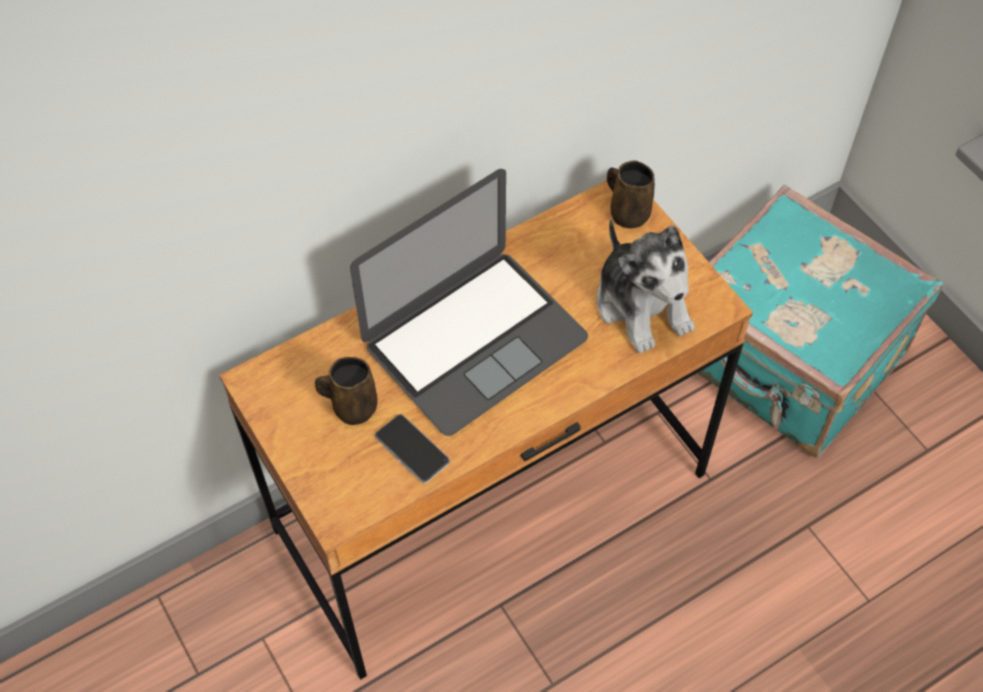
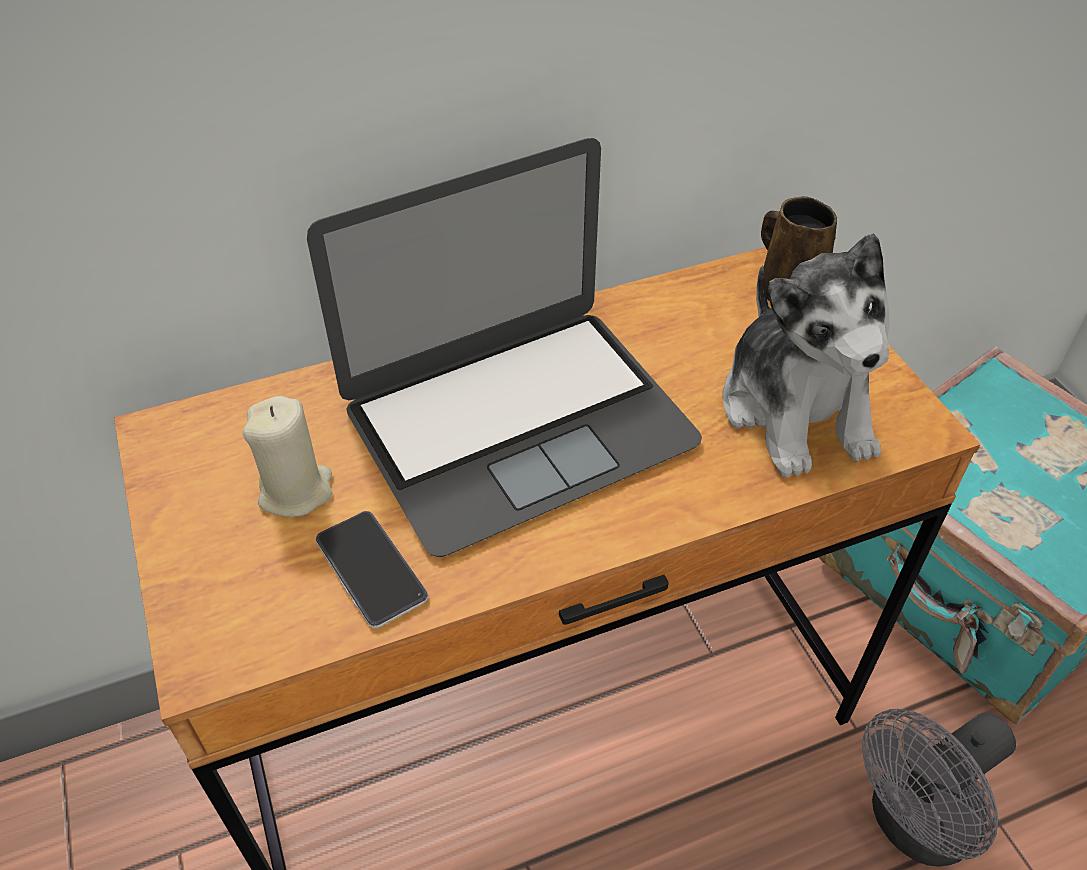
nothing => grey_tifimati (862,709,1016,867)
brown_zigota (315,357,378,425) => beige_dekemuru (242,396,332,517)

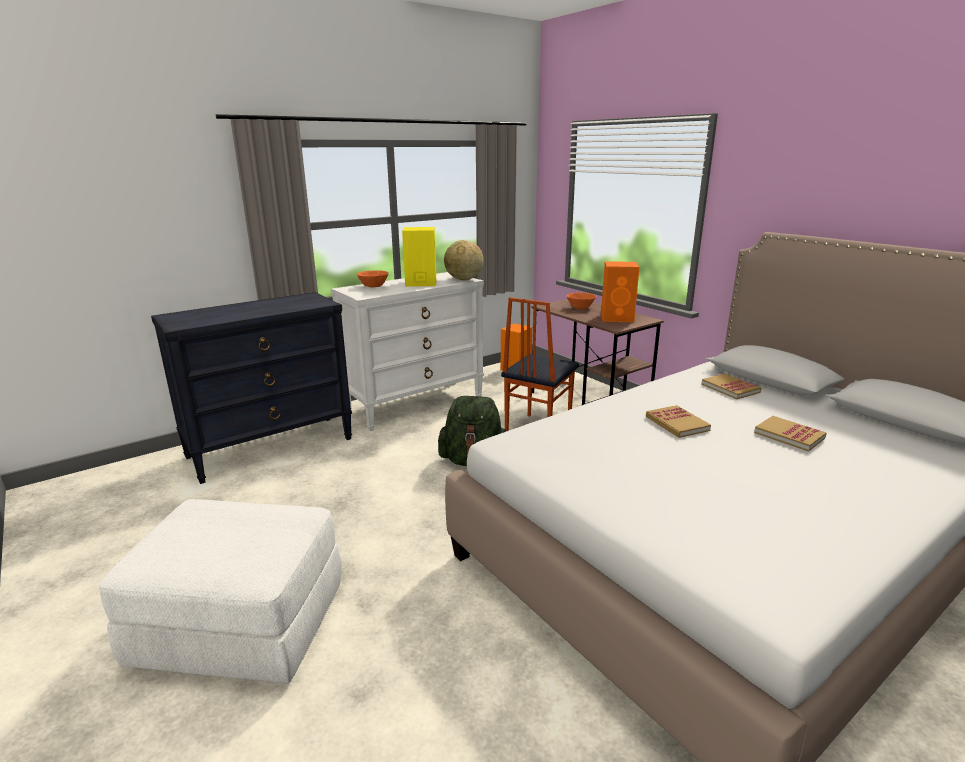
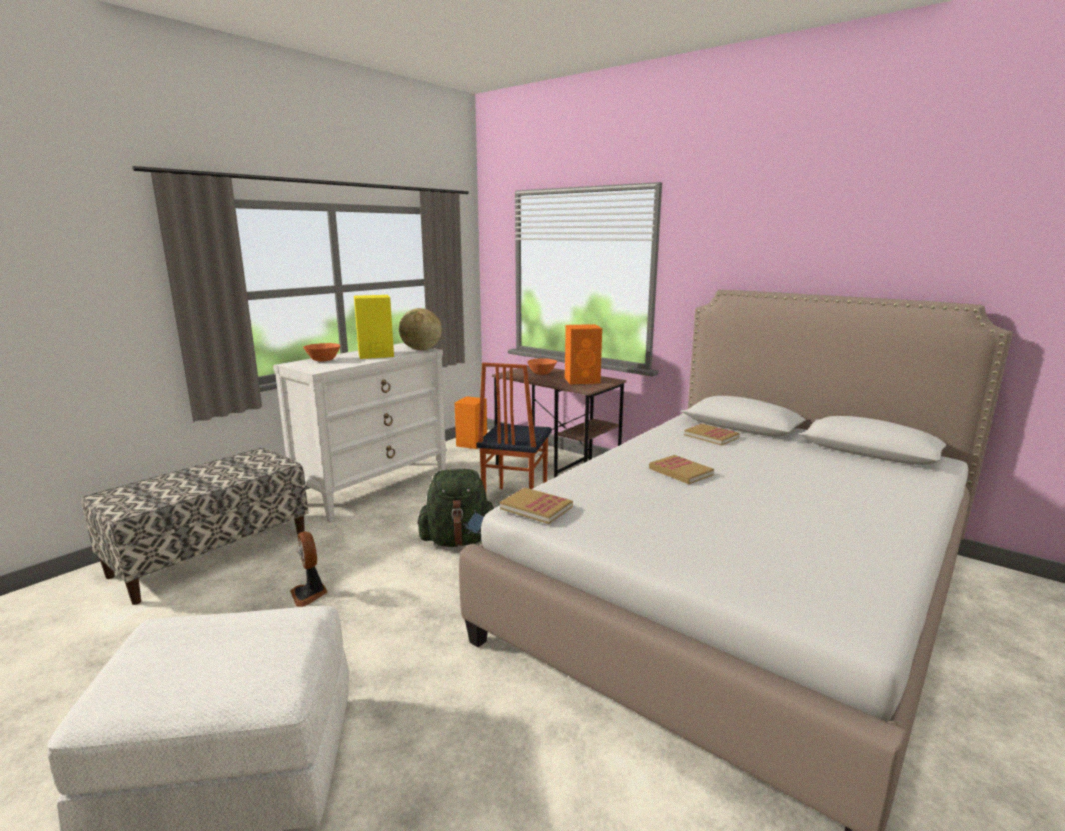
nothing => tifimati (290,531,327,607)
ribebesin (754,416,827,452) => ribebesin (500,488,573,524), move
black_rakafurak (151,292,352,484) => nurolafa (82,448,308,605)

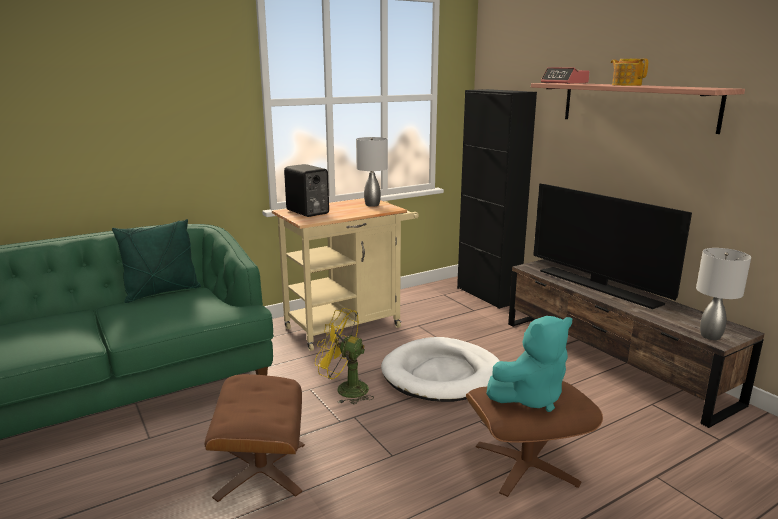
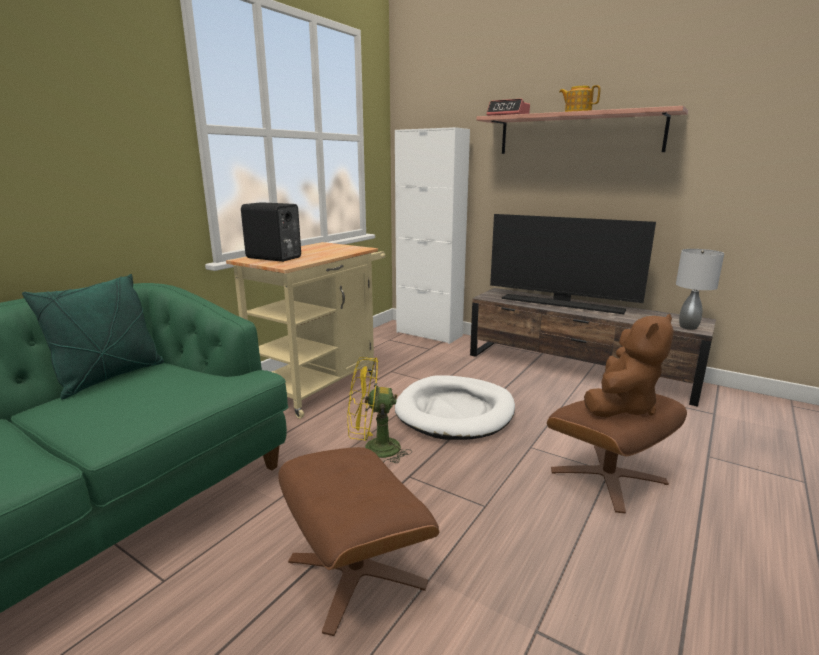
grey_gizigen (356,137,388,207) => nothing
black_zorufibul (457,89,537,309) => white_zorufibul (395,127,470,344)
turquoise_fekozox (486,316,572,412) => brown_fekozox (584,314,674,418)

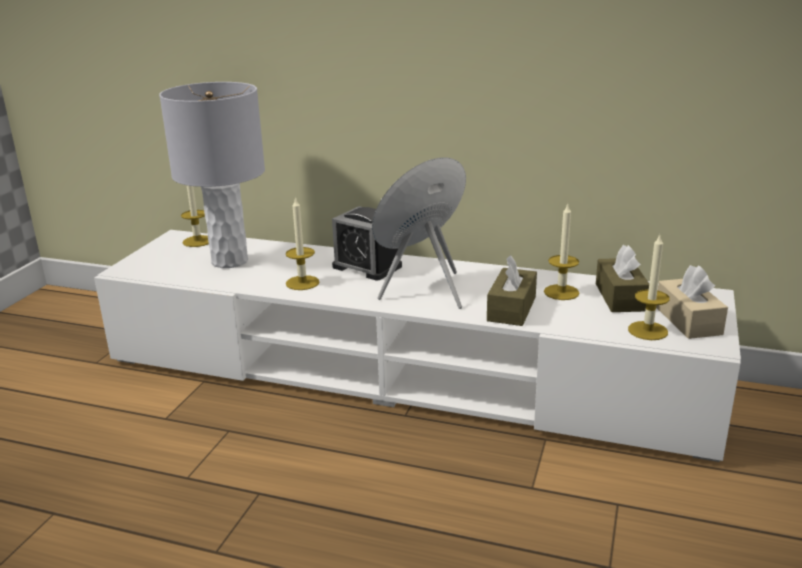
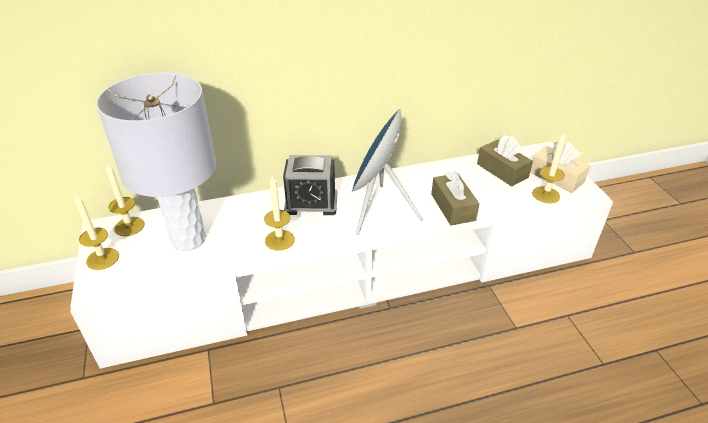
dekemuru (544,204,580,300) => dekemuru (74,193,119,270), move

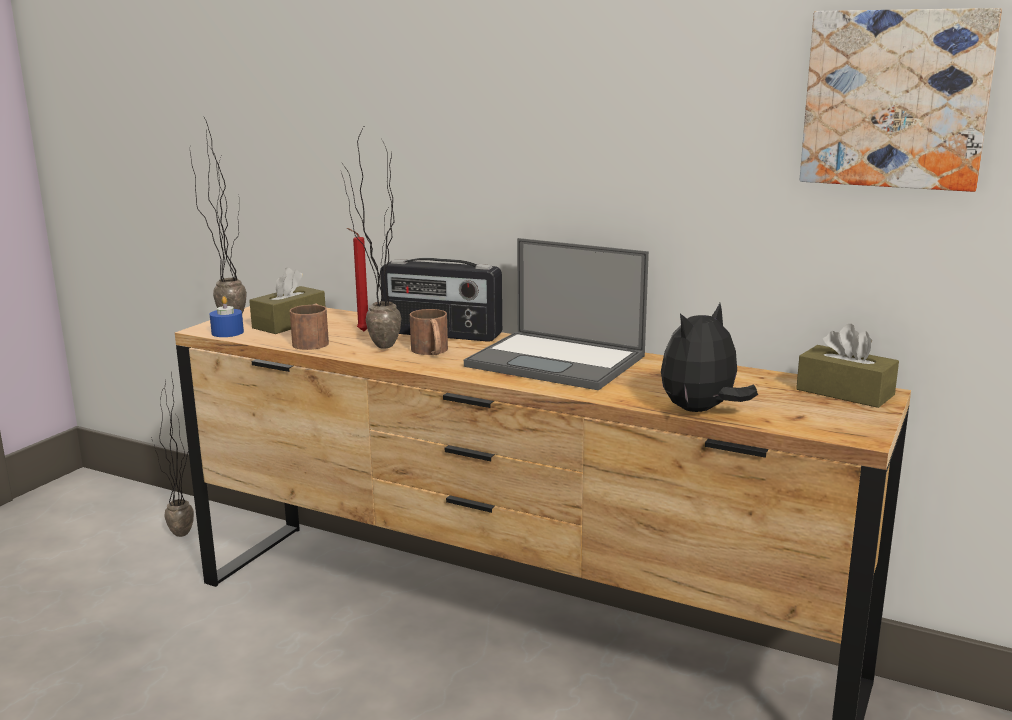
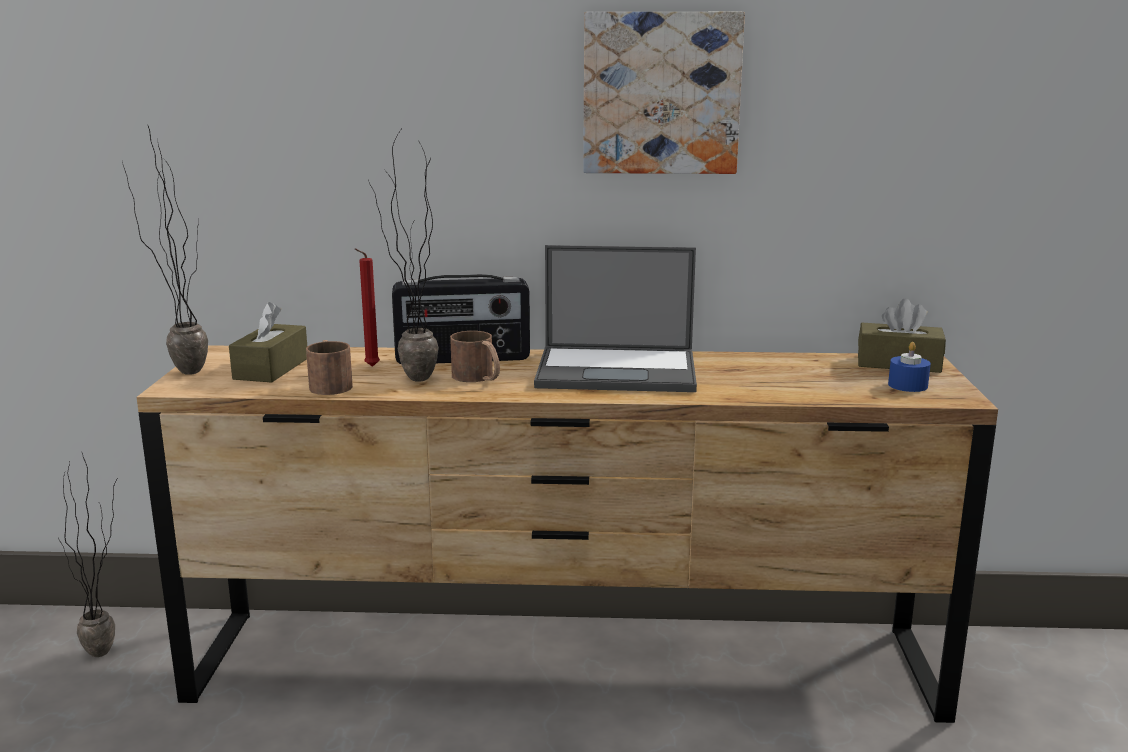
fekozox (661,303,758,412) => nothing
blue_dekemuru (210,296,244,337) => blue_dekemuru (888,342,931,392), move
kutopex (800,8,1002,192) => kutopex (583,12,745,174), move

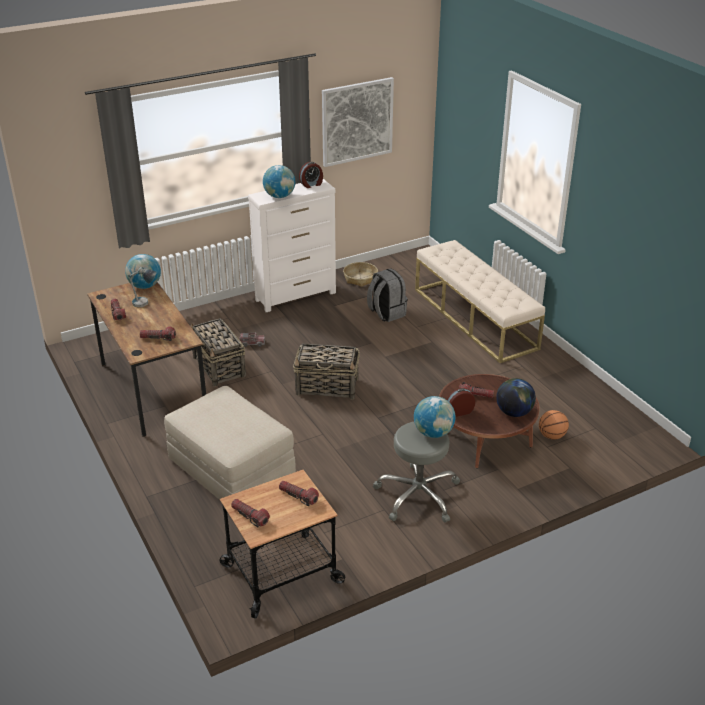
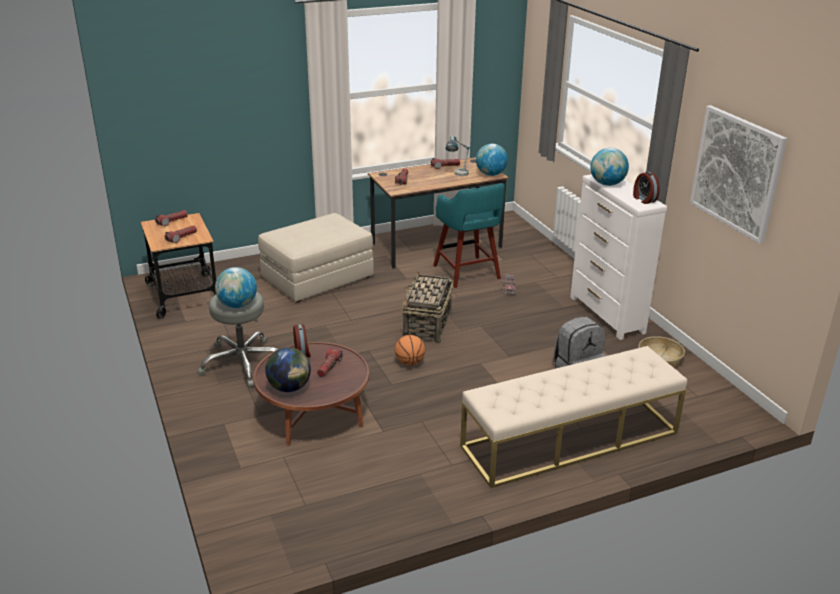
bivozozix (539,410,569,440) => bivozozix (395,335,425,365), move
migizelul (191,318,246,386) => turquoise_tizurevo (433,183,505,288)

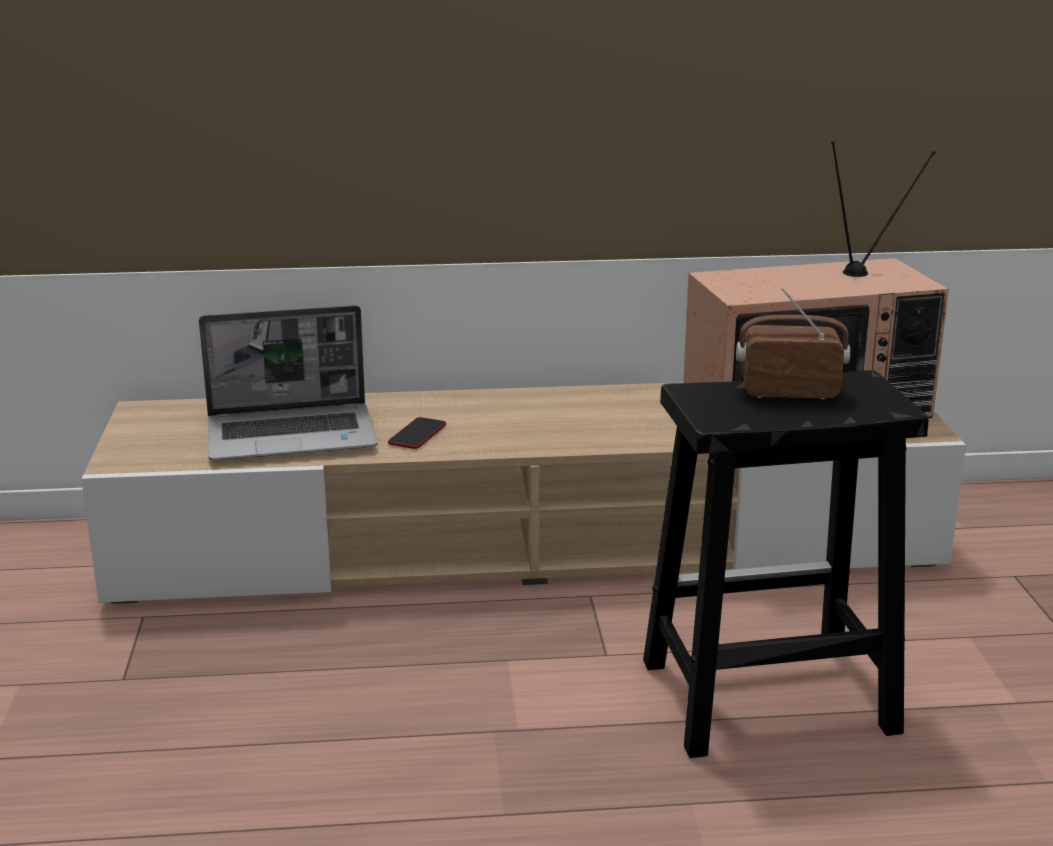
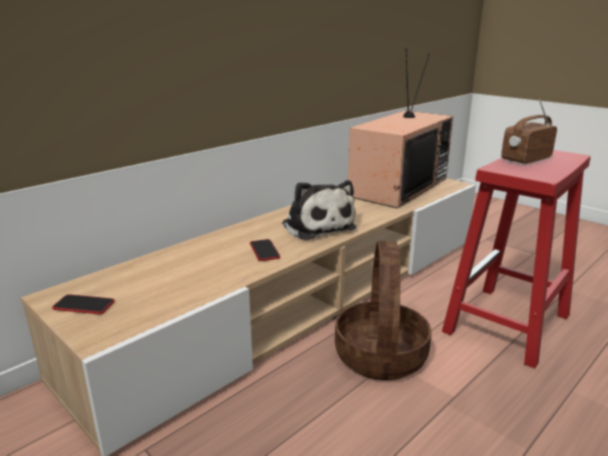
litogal (199,305,377,460) => nothing
nothing => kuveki (52,294,115,314)
nothing => fekozox (282,180,356,240)
nothing => migizelul (335,241,432,380)
black_tizurevo (643,370,928,758) => red_tizurevo (442,150,590,369)

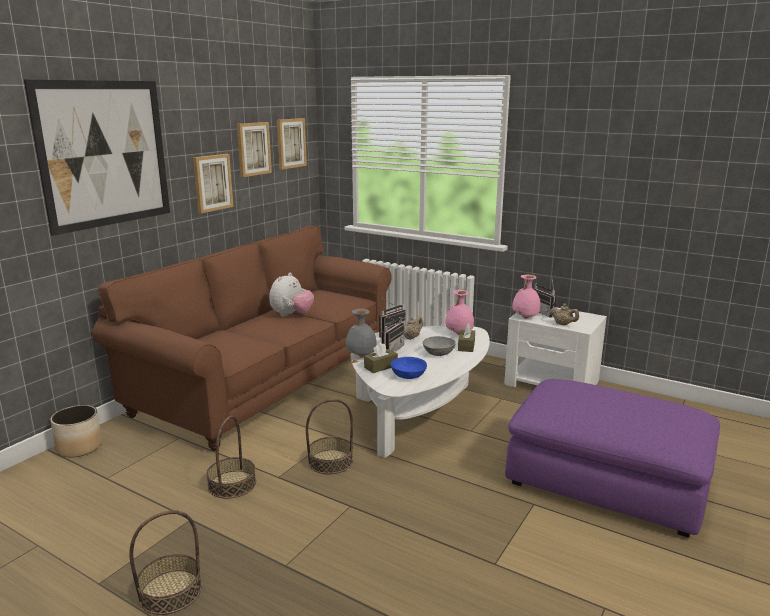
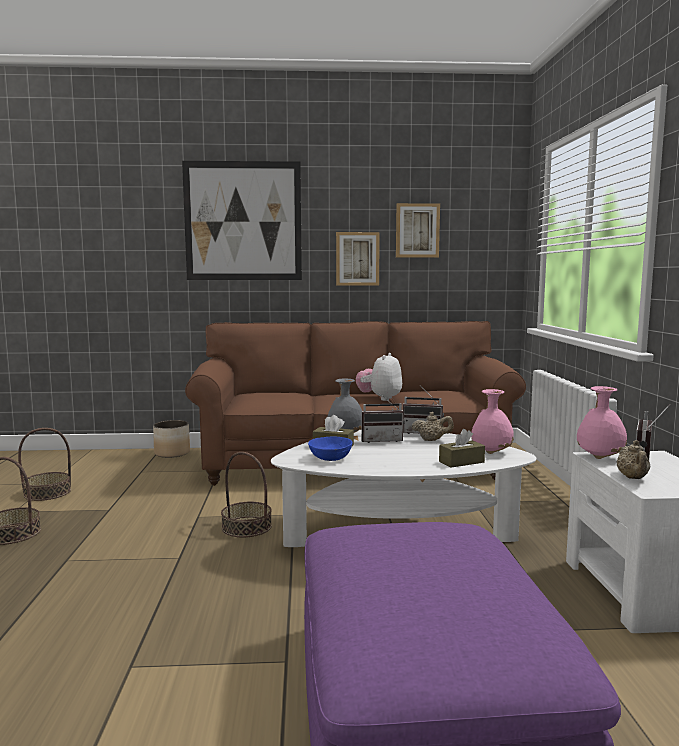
kutopex (277,118,307,169) => nothing
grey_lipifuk (423,336,456,356) => nothing
migizelul (206,416,256,499) => migizelul (18,428,71,501), move
fekozox (269,273,314,317) => fekozox (356,353,402,401), 120 degrees clockwise

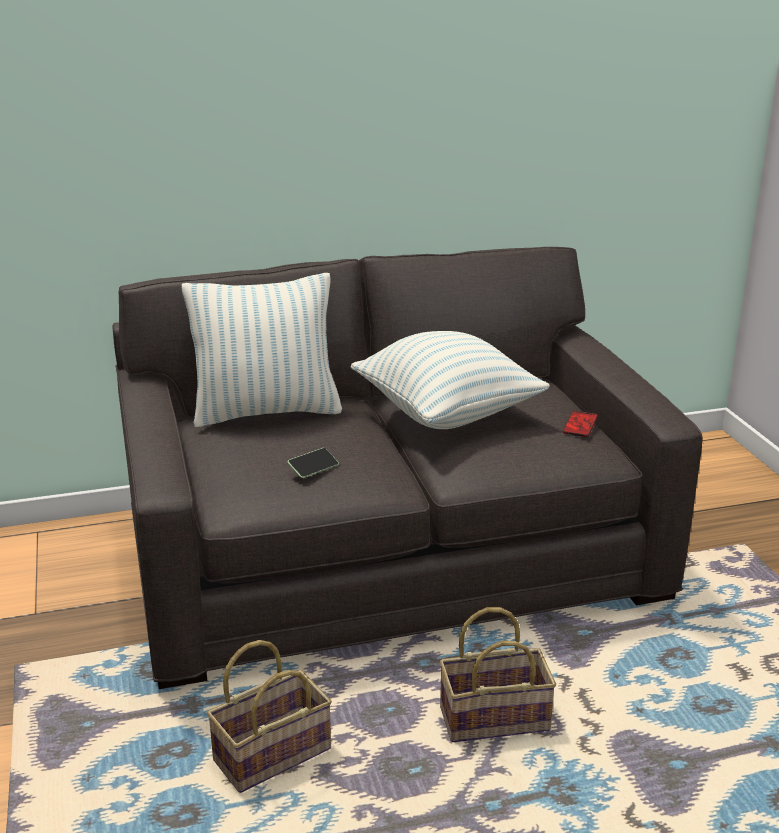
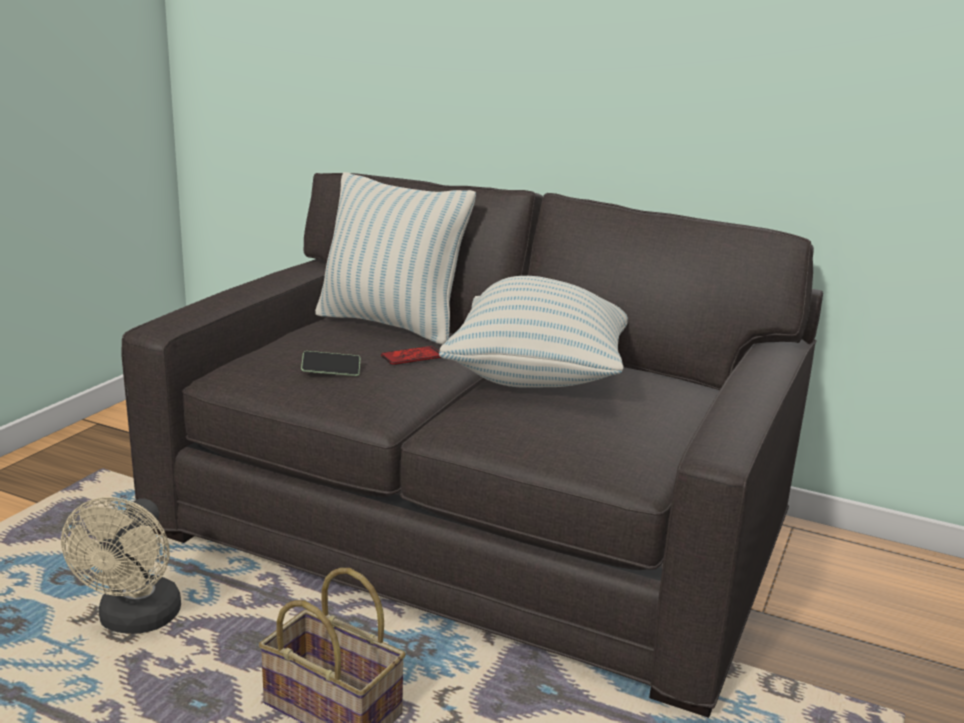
kuveki (563,411,598,437) => kuveki (381,346,442,365), move
migizelul (207,640,332,793) => beige_tifimati (61,497,181,634)

